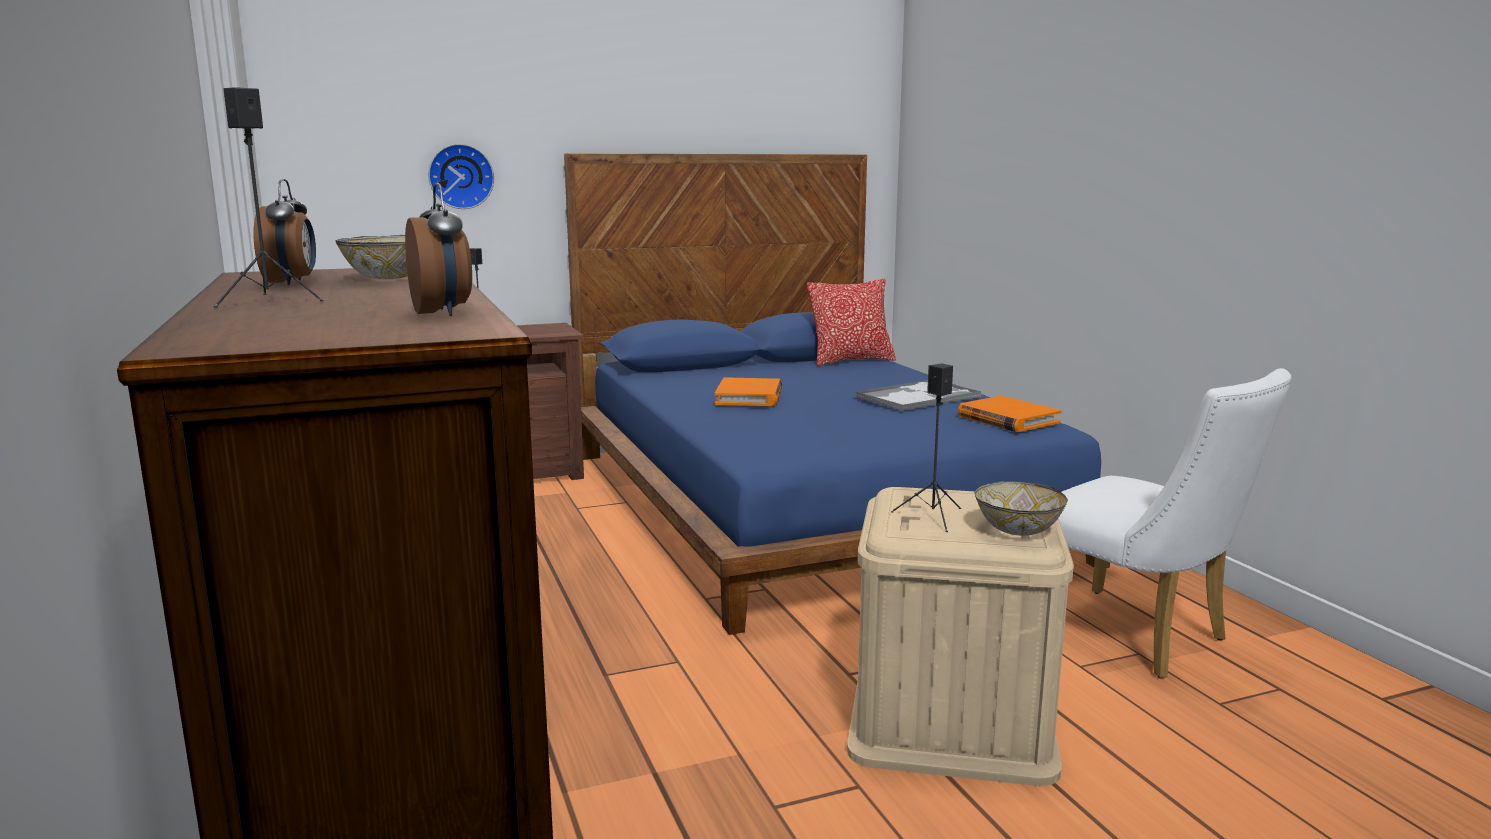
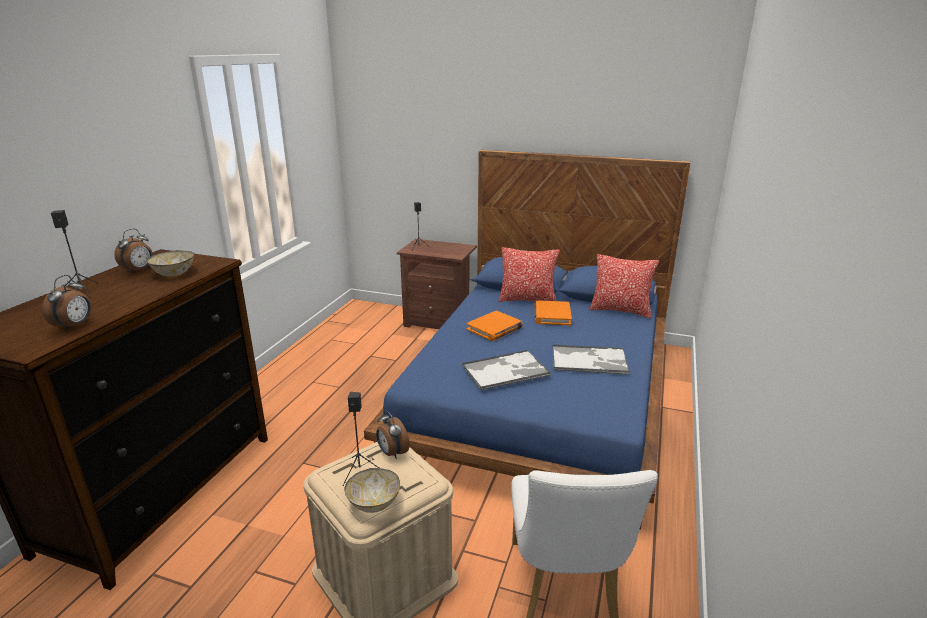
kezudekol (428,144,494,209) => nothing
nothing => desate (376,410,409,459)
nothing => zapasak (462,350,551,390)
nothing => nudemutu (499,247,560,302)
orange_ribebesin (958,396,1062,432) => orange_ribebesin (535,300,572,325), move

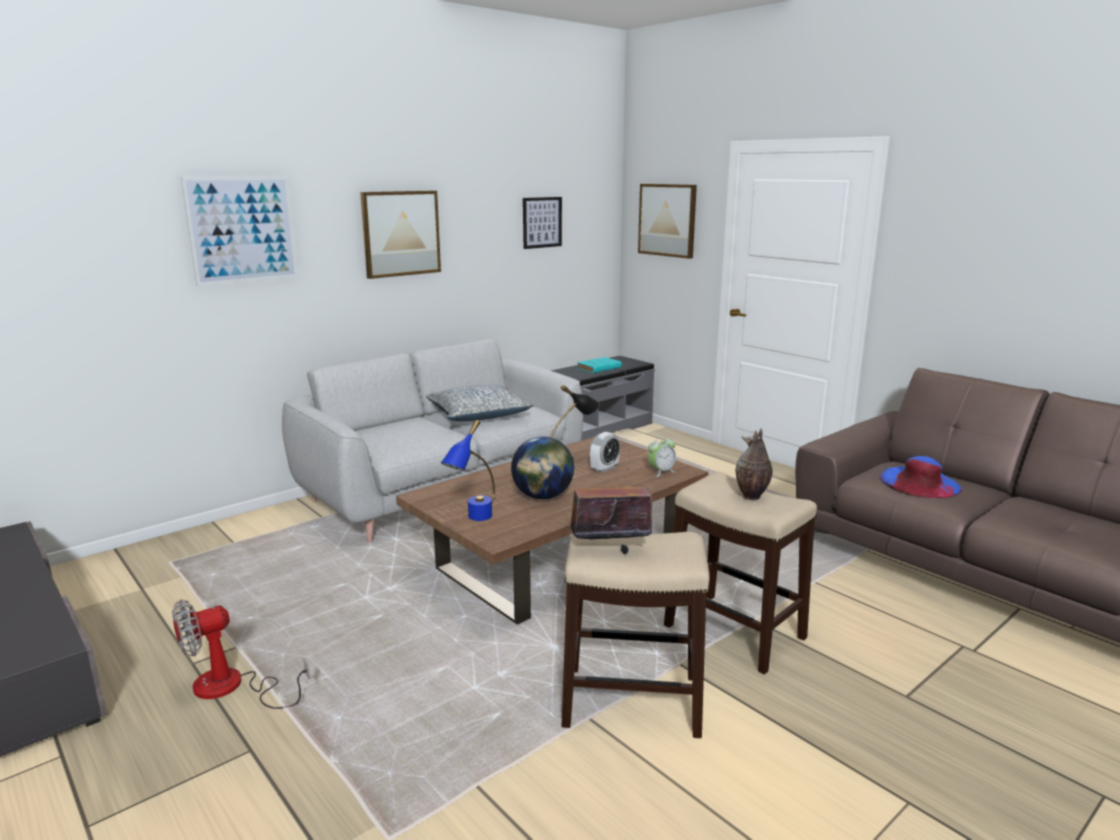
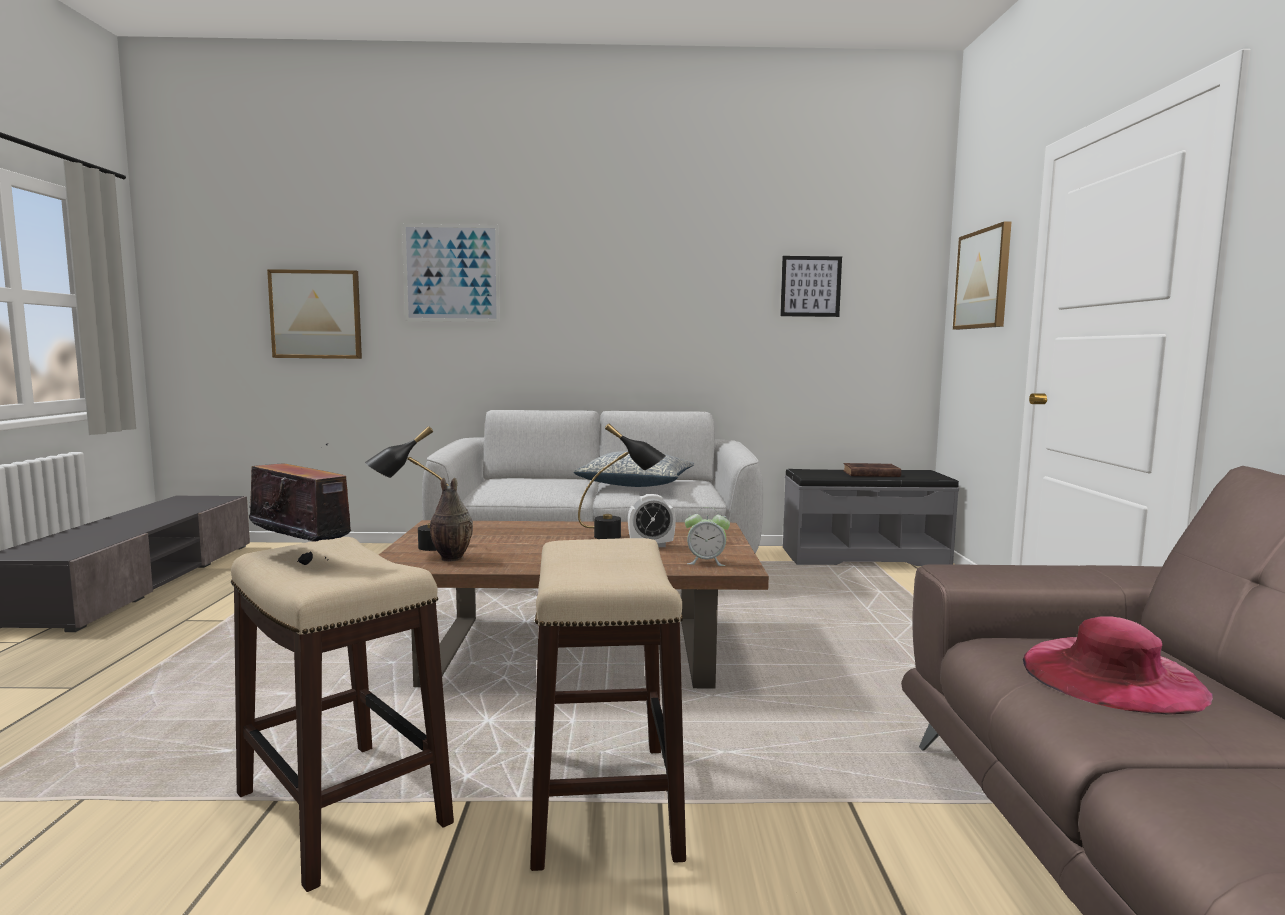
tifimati (172,599,310,709) => nothing
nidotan (511,436,574,499) => nothing
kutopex (360,191,441,279) => kutopex (267,269,362,359), move
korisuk (736,428,773,500) => korisuk (430,477,473,561), move
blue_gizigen (441,420,495,521) => black_gizigen (365,426,449,551)
turquoise_ribebesin (577,357,622,373) => brown_ribebesin (843,463,901,477)
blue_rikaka (880,456,962,498) => pink_rikaka (1023,616,1213,715)

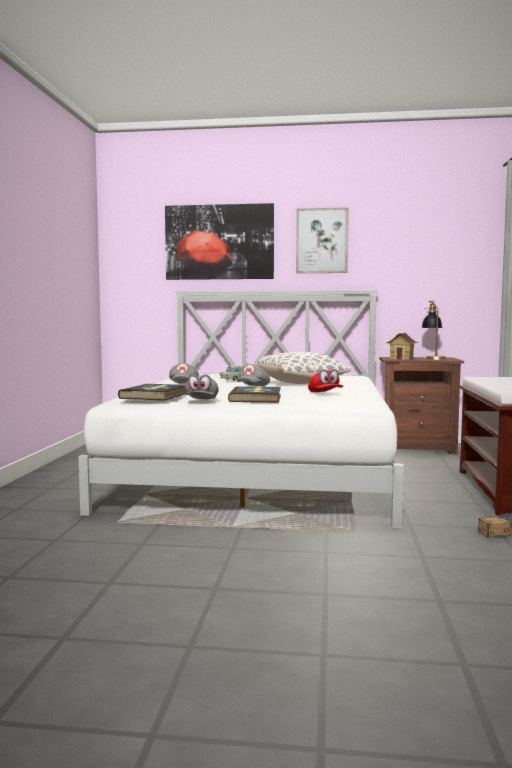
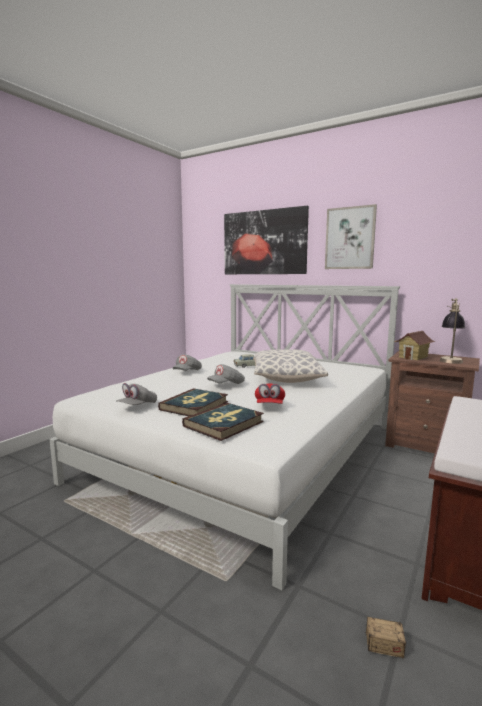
ribebesin (118,384,187,401) => ribebesin (182,403,264,441), move

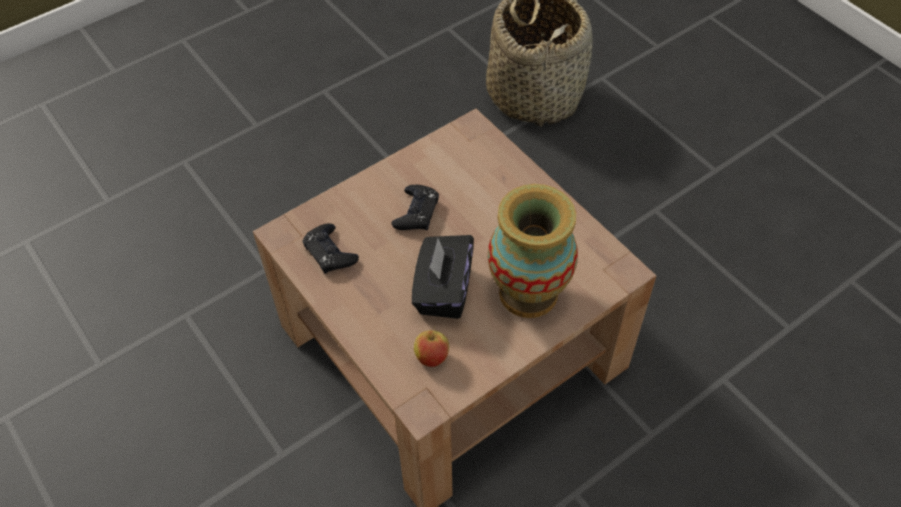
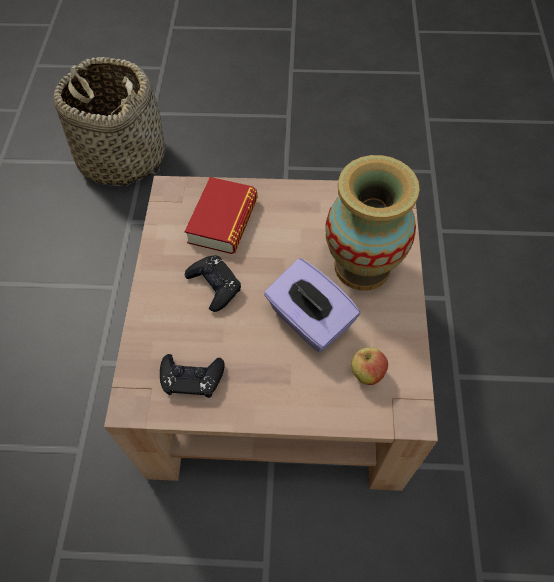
nothing => ribebesin (184,177,257,254)
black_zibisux (412,235,474,319) => purple_zibisux (264,258,360,353)

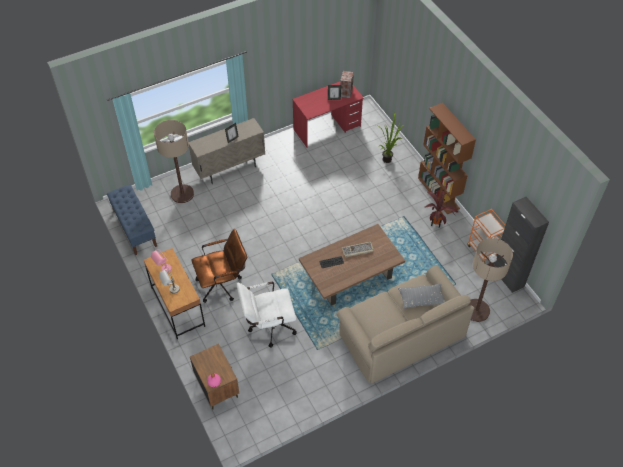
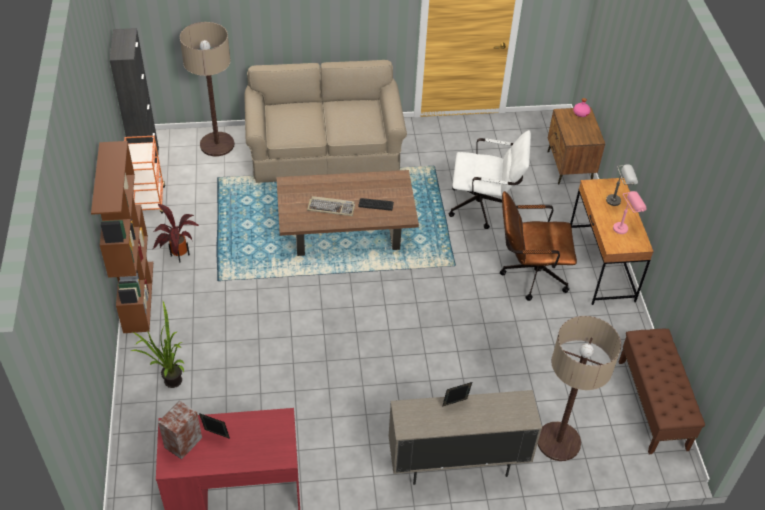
grey_nudemutu (398,283,445,309) => nothing
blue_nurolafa (107,185,157,255) => brown_nurolafa (619,329,705,454)

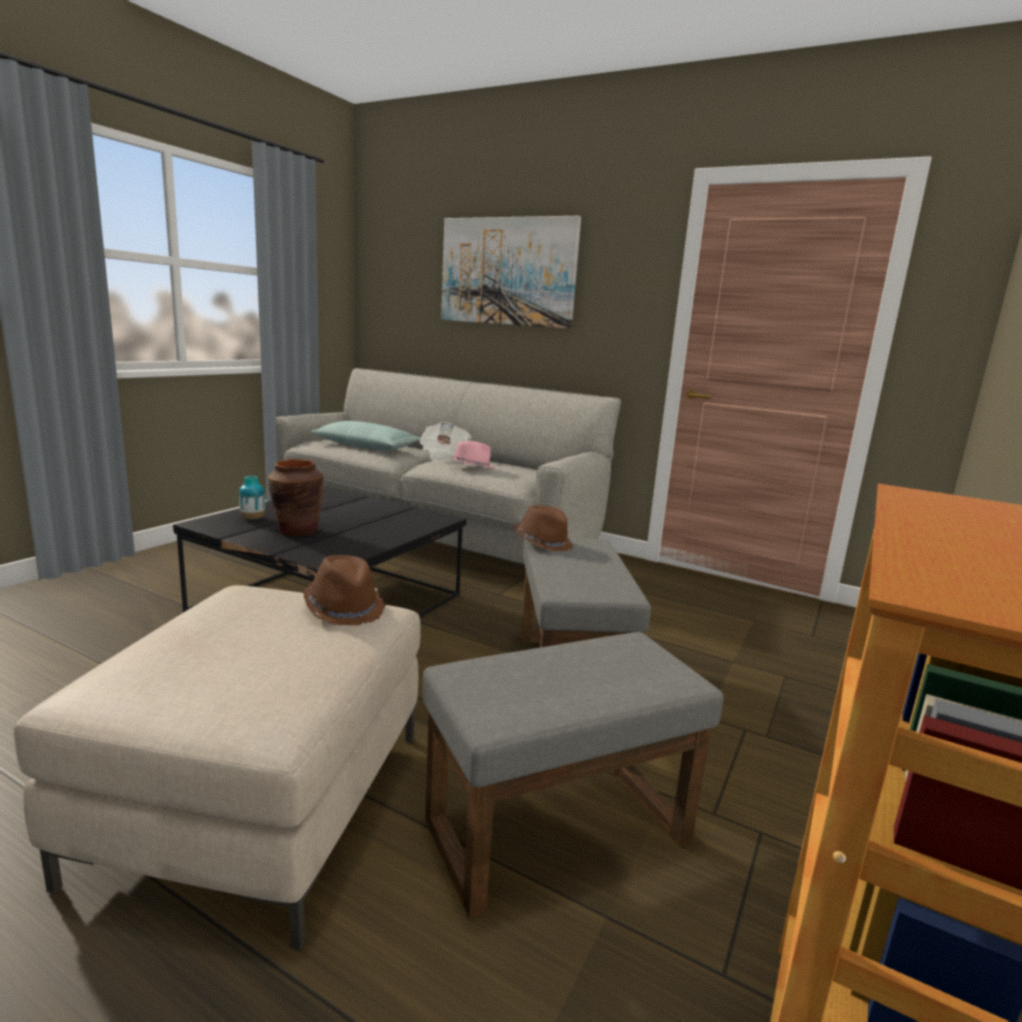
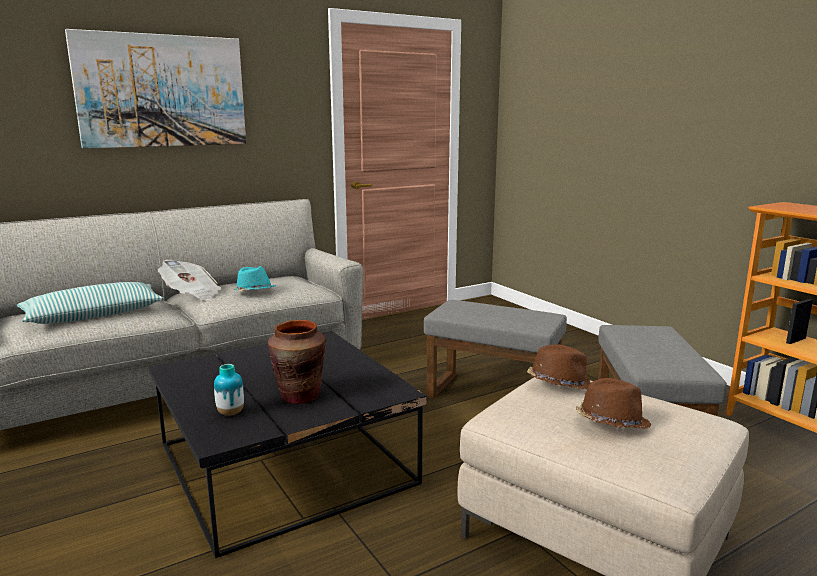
brown_rikaka (515,505,573,551) => brown_rikaka (576,378,651,429), move
pink_rikaka (450,441,495,468) => turquoise_rikaka (232,266,275,291)

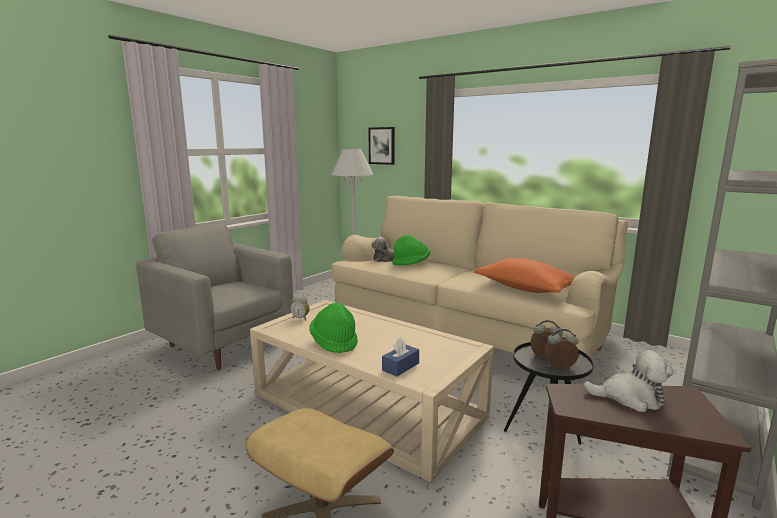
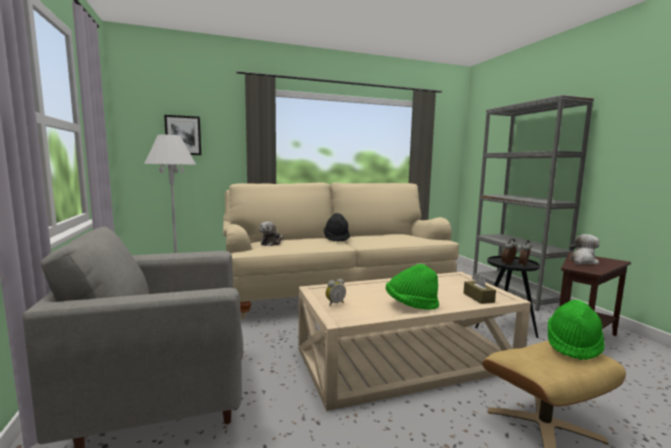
orange_nudemutu (474,258,575,293) => nothing
nothing => black_rikaka (324,213,350,242)
green_rikaka (392,235,430,266) => green_rikaka (548,300,605,360), move
blue_zibisux (382,338,419,377) => brown_zibisux (464,274,496,304)

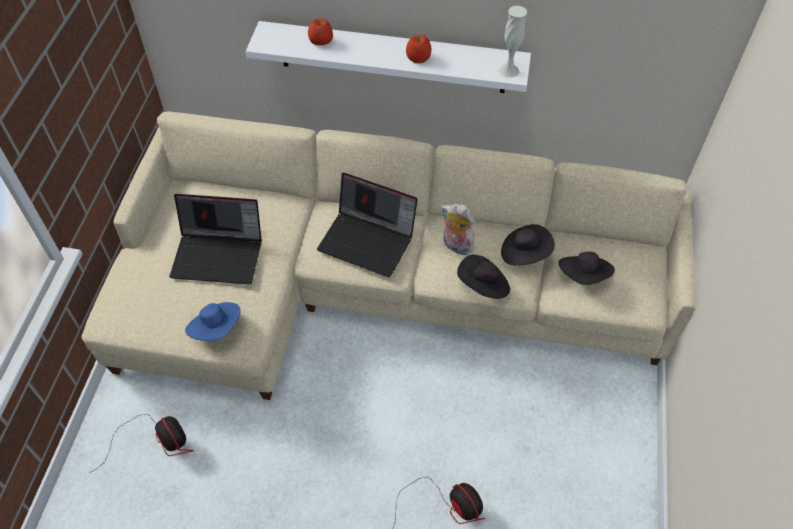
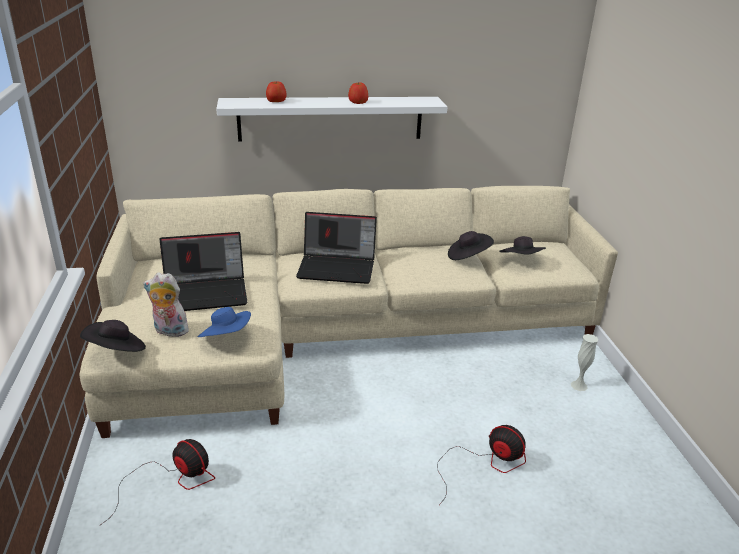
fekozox (441,203,474,255) => fekozox (143,272,189,337), move
black_rikaka (457,255,510,299) => black_rikaka (80,320,146,352), move
white_korisuk (499,6,527,78) => white_korisuk (571,334,598,391), move

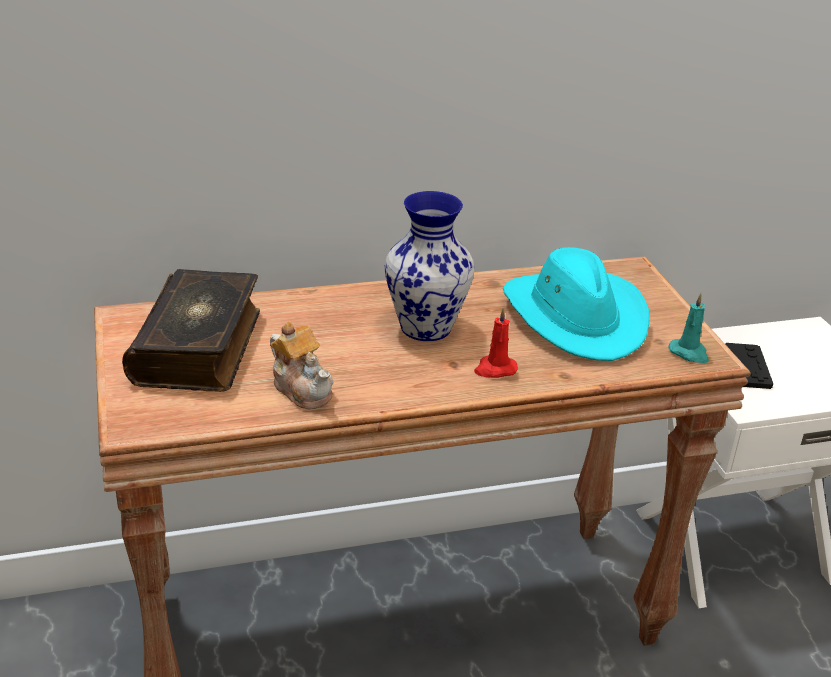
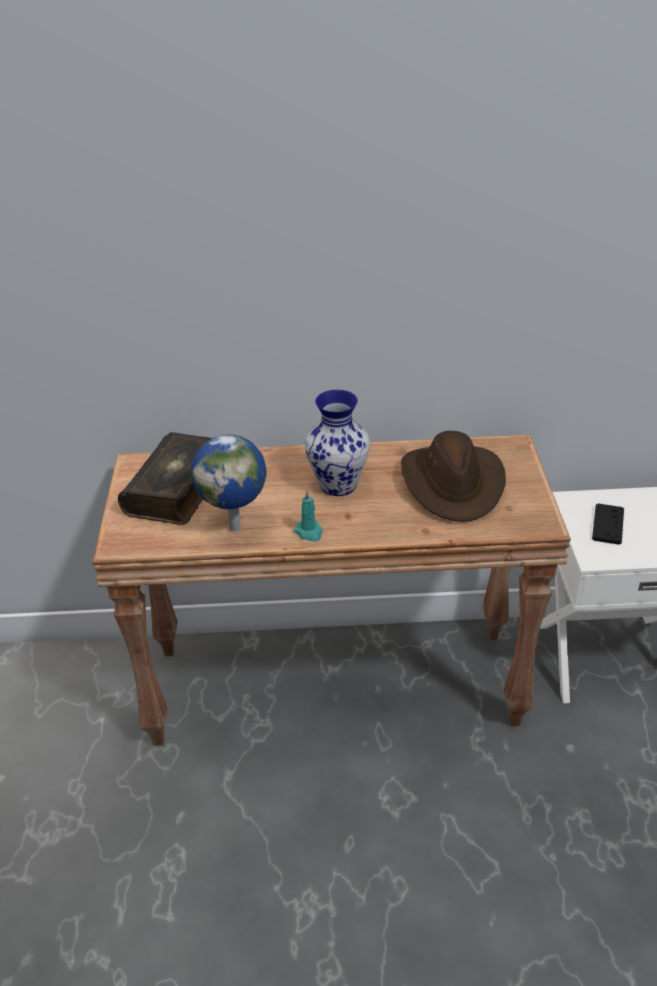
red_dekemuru (474,308,518,378) => nothing
turquoise_dekemuru (669,293,709,363) => turquoise_dekemuru (294,490,323,542), move
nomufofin (270,322,333,410) => nidotan (191,434,267,532)
turquoise_rikaka (503,247,649,361) => brown_rikaka (401,431,506,522)

